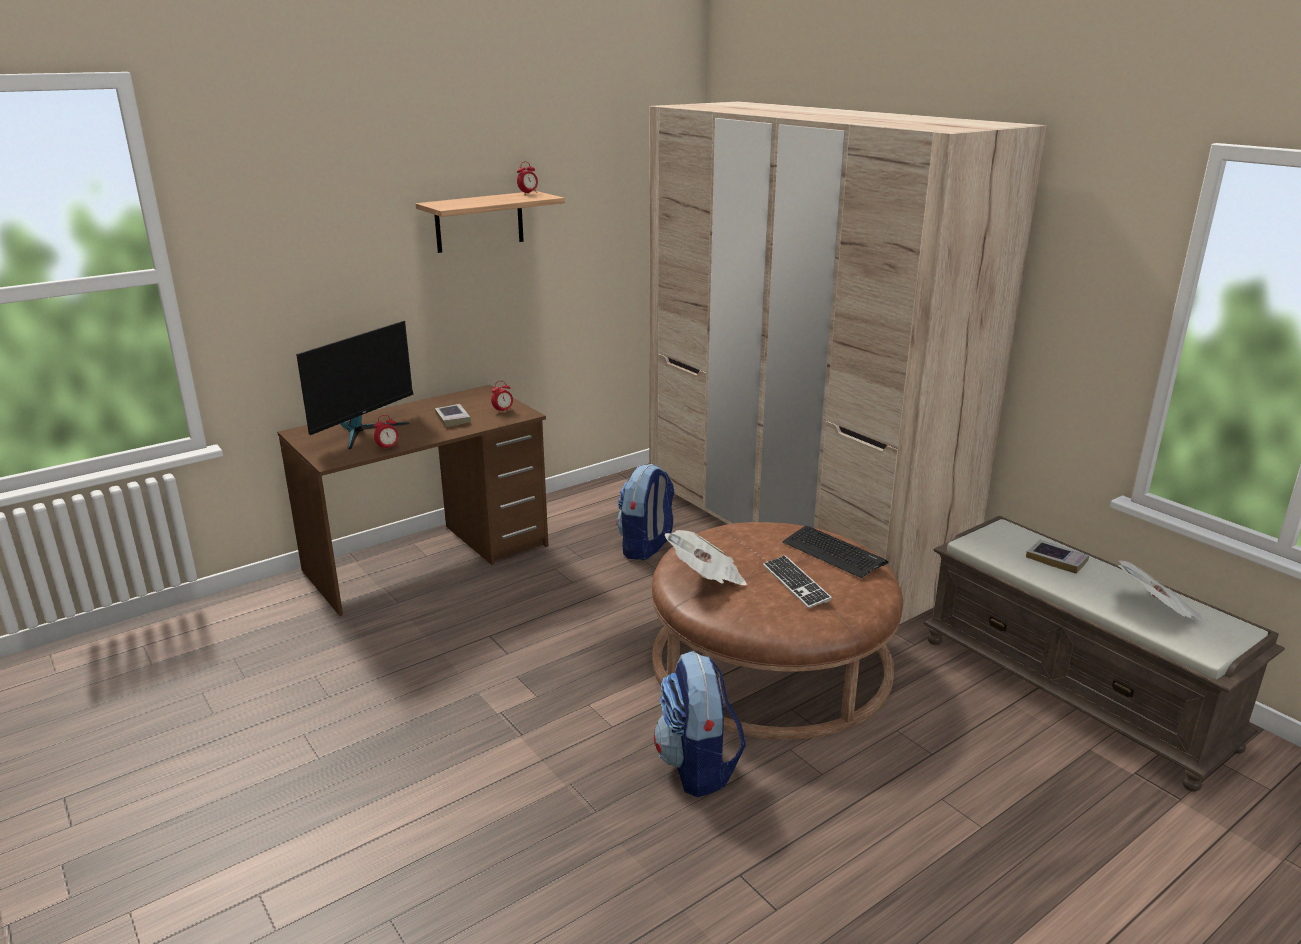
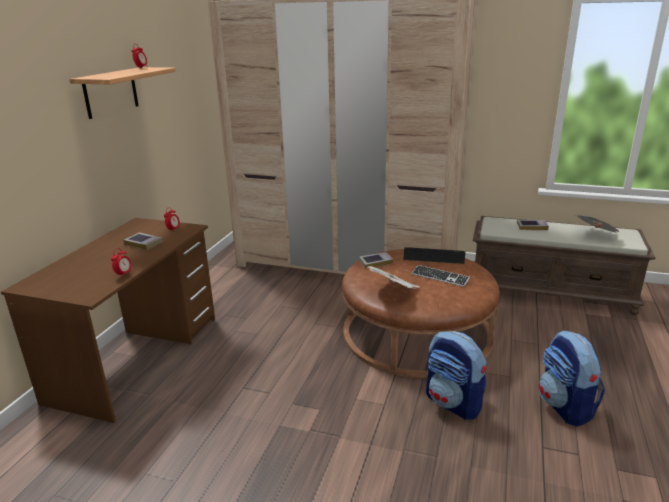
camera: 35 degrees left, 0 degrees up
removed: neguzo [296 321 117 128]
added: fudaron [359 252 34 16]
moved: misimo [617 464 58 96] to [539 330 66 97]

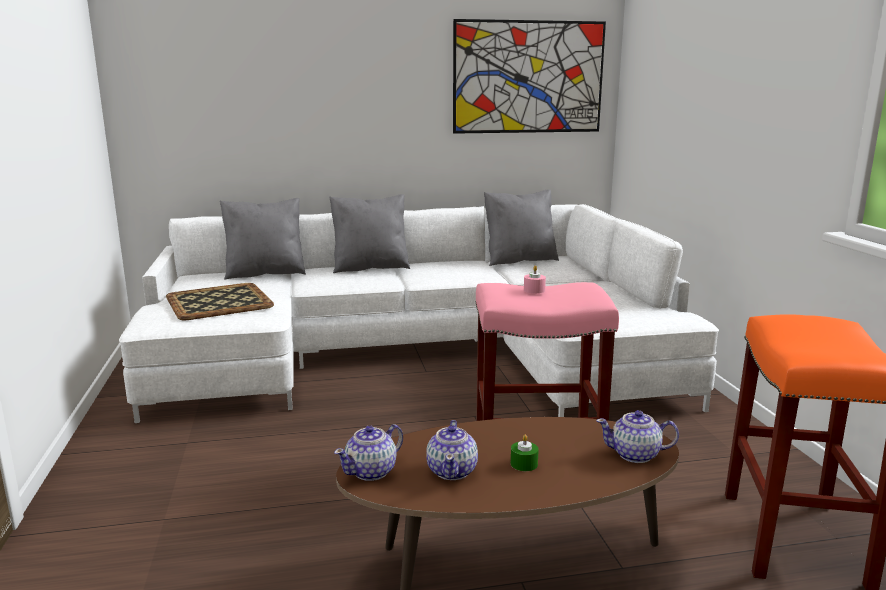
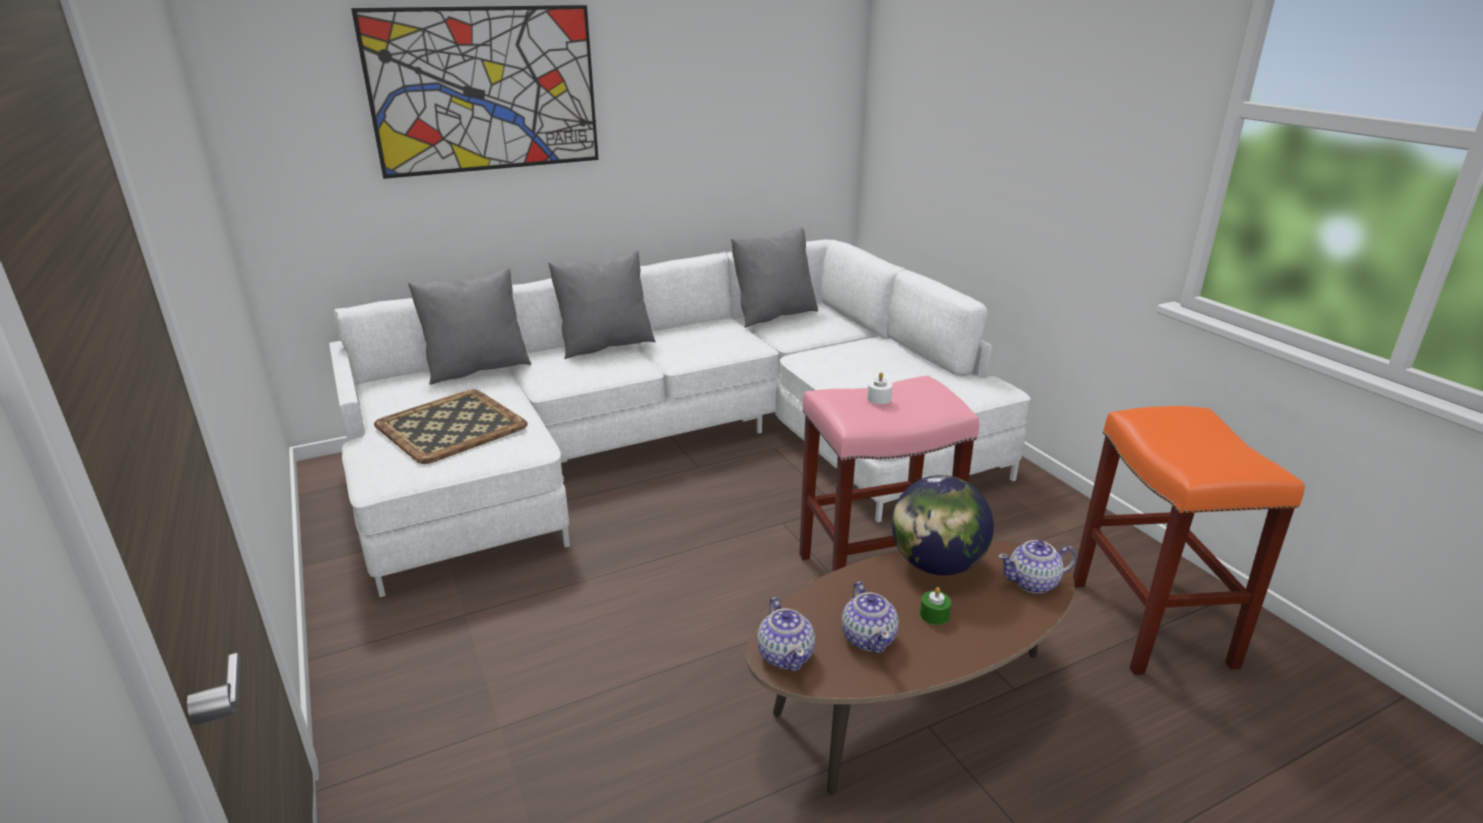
camera: 15 degrees left, 10 degrees up
added: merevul [892 475 102 100]
moved: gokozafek [453 19 153 115] to [351 5 248 174]
recoloured: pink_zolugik [524 265 22 29] to white_zolugik [867 372 26 32]
turned: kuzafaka [334 424 69 57] = [757 597 58 74] 45 degrees counterclockwise

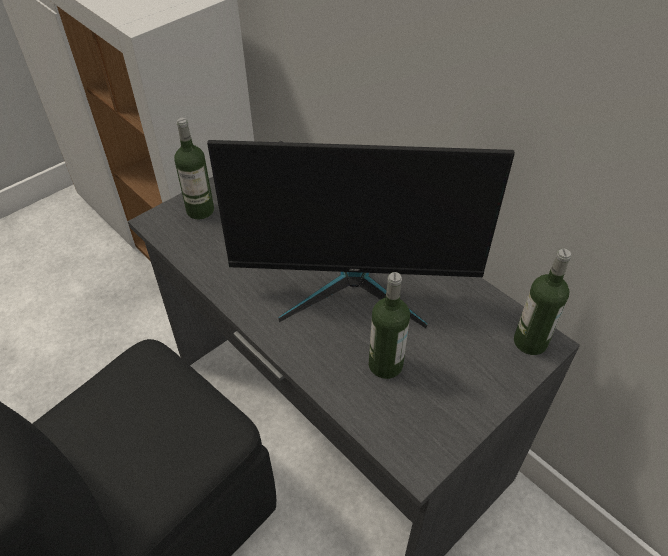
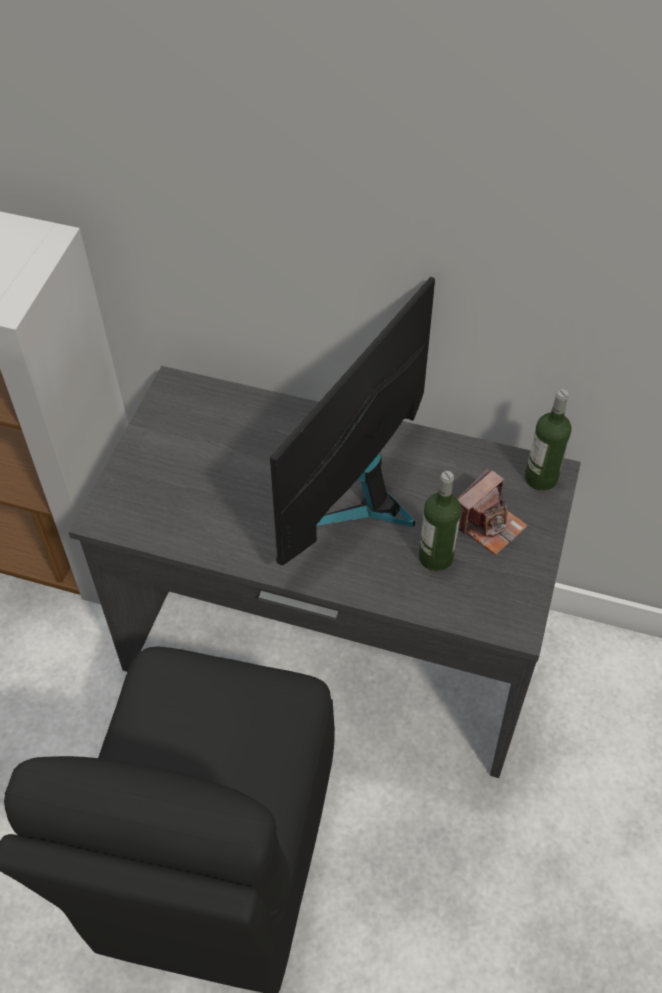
camera: 30 degrees left, 5 degrees up
removed: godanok [174 118 40 102]
added: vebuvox [457 468 71 87]
turned: neguzo [207 140 308 188] = [270 277 165 288] 150 degrees clockwise

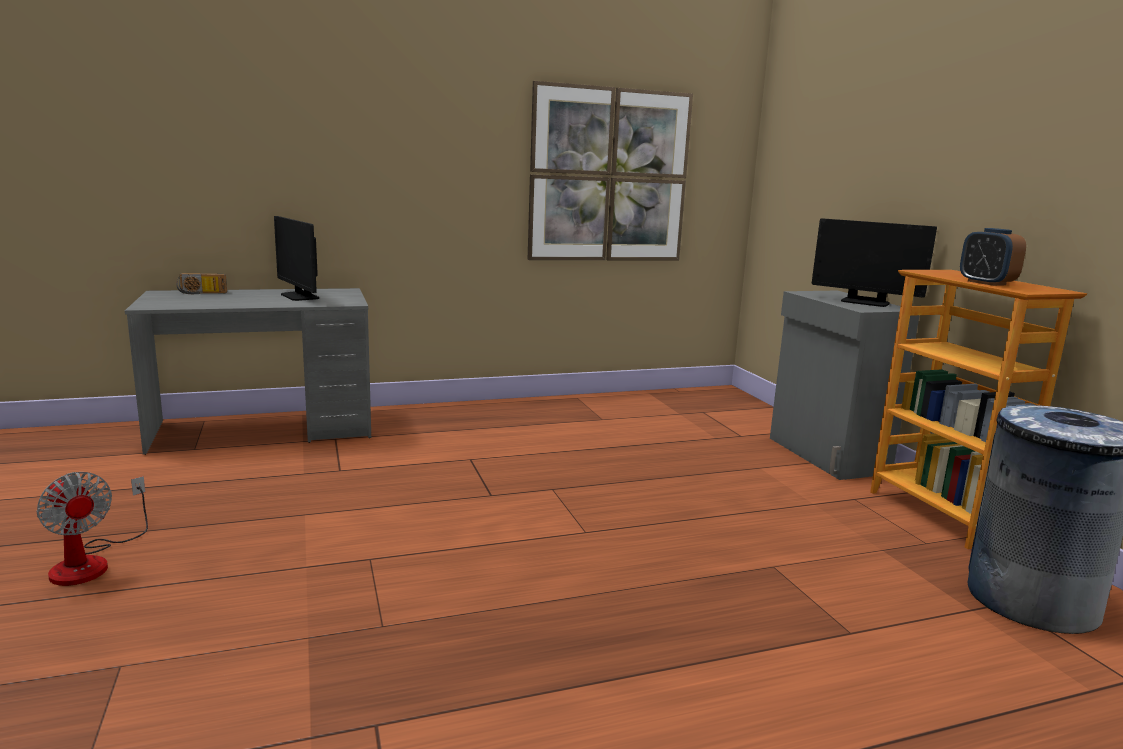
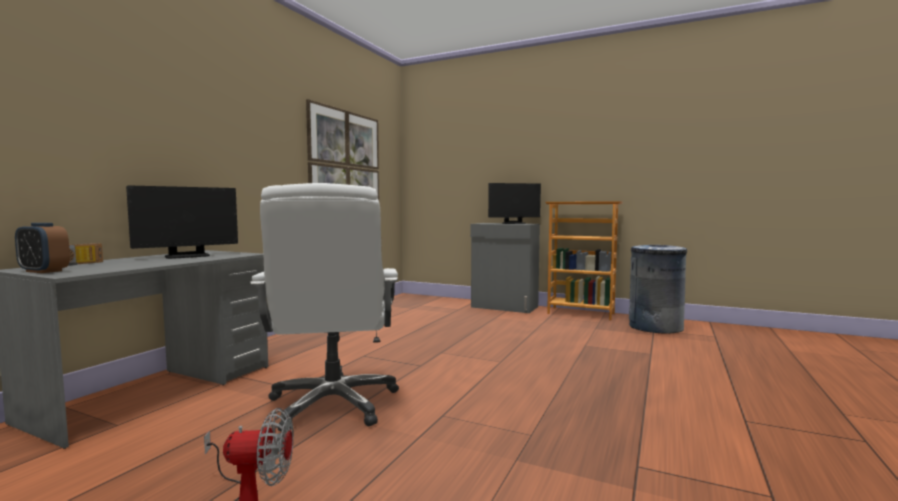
camera: 45 degrees left, 10 degrees down
added: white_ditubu [250 183 149 248]
moved: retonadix [960 228 66 58] to [15 223 55 50]
turned: neguzo [274 216 45 85] = [126 185 112 74] 45 degrees counterclockwise

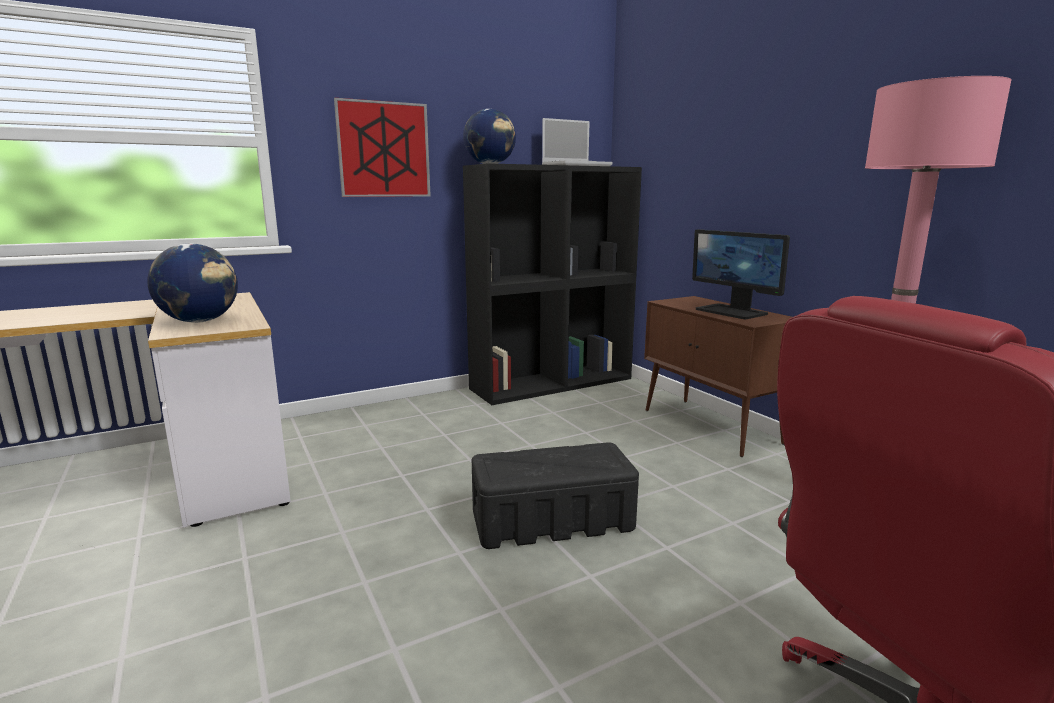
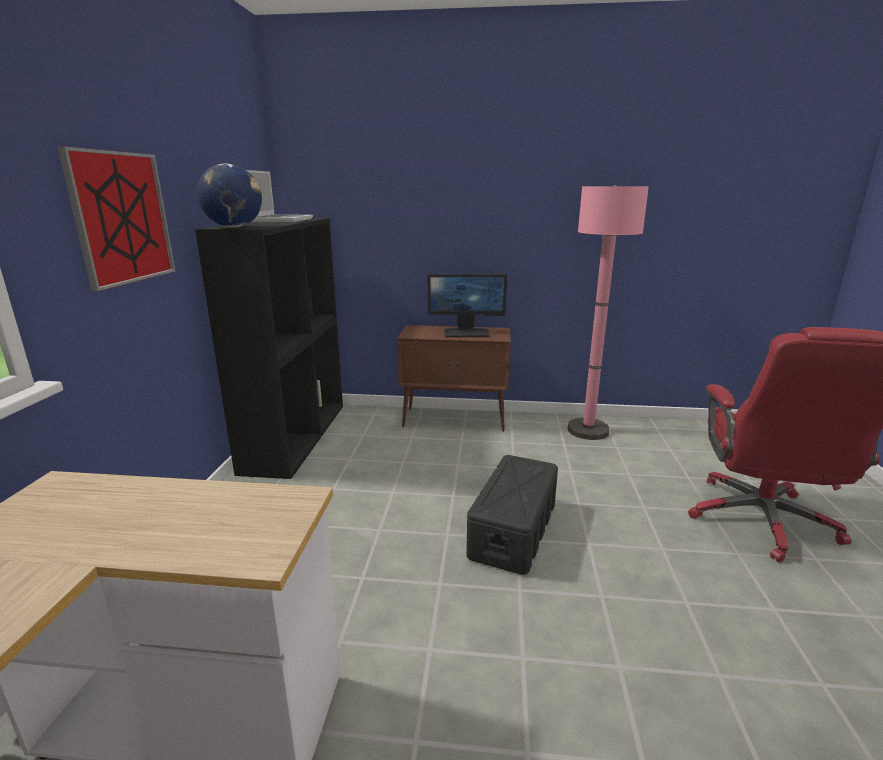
camera: 55 degrees left, 5 degrees up
removed: merevul [147 243 91 80]

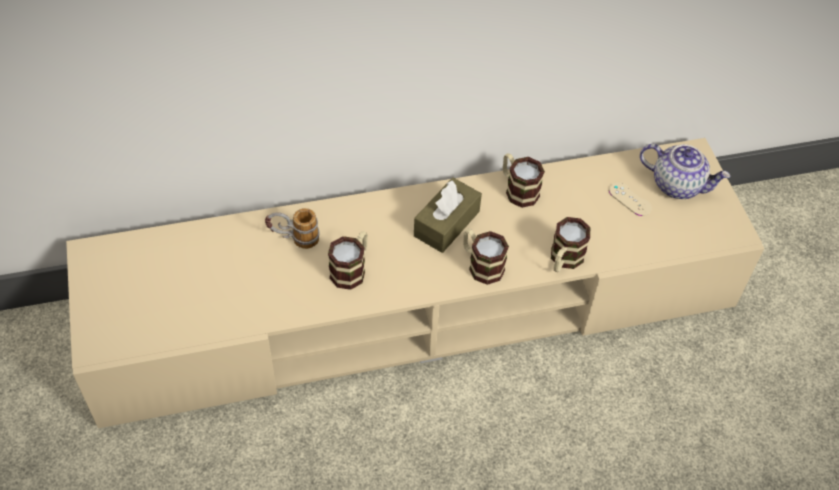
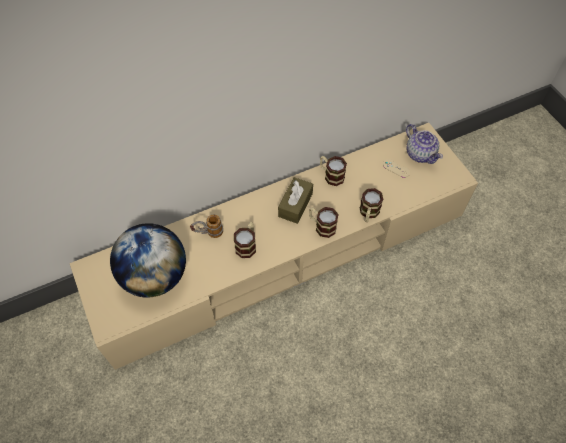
camera: 10 degrees left, 5 degrees up
added: merevul [110 223 76 75]
turned: kuzafaka [640 144 90 55] = [406 124 37 40] 45 degrees clockwise

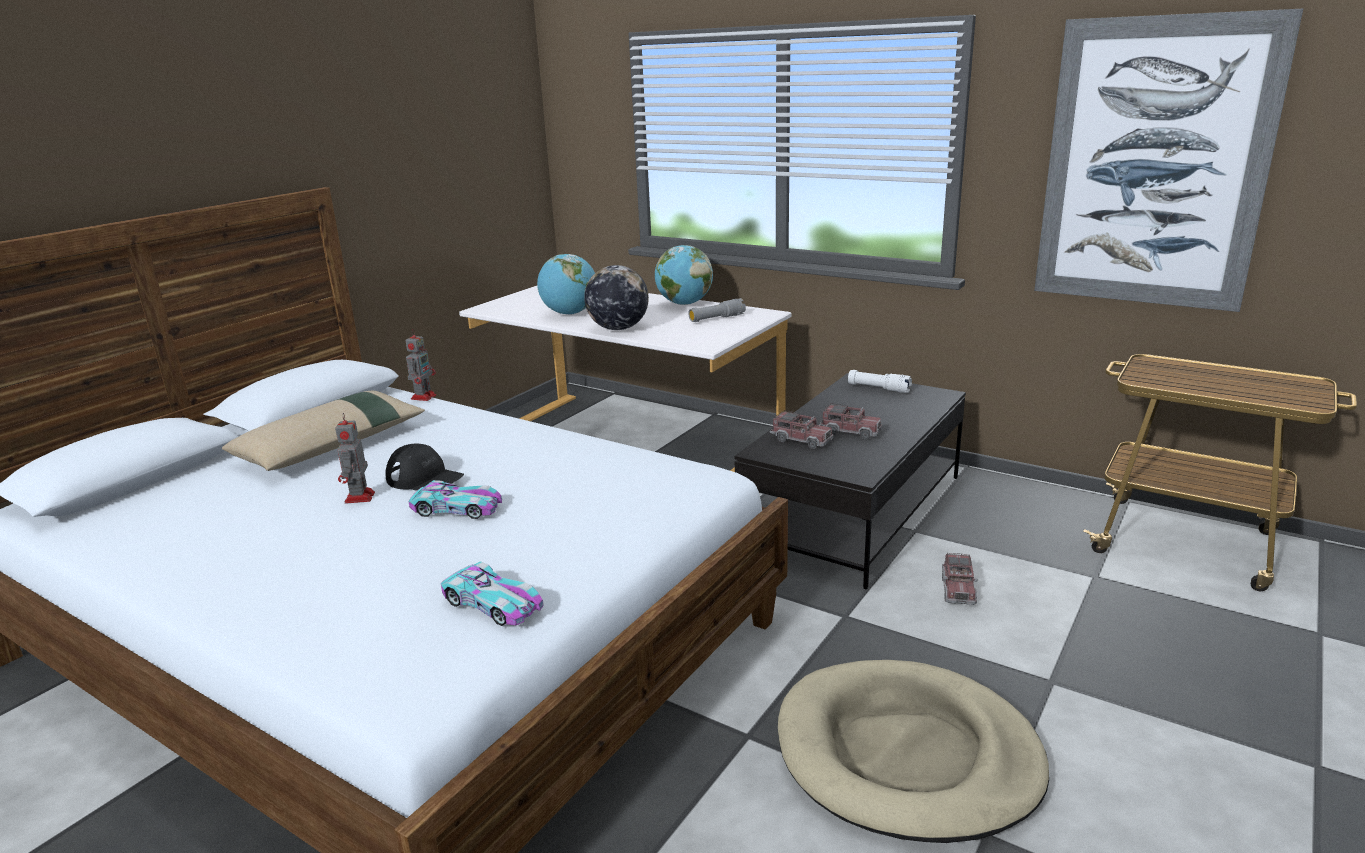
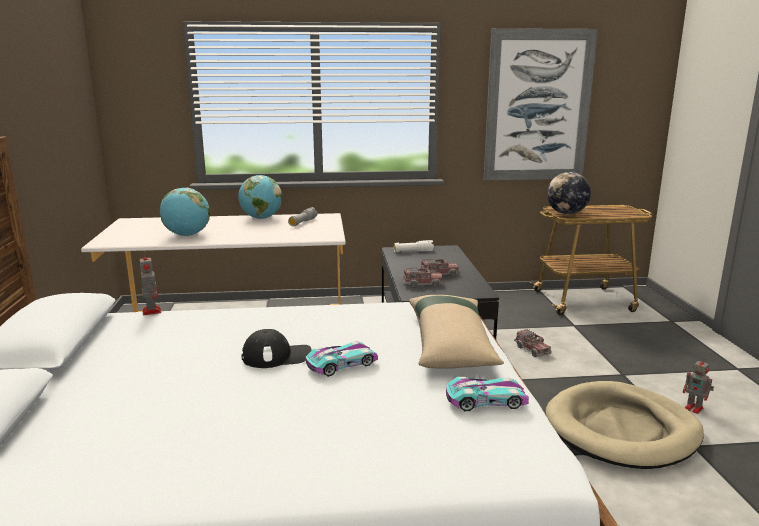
camera: 40 degrees left, 5 degrees down
moved: merevul [584 265 65 65] to [547 172 44 42]; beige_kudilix [222 390 203 81] to [409 295 95 74]; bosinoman [335 413 40 91] to [683 357 31 57]

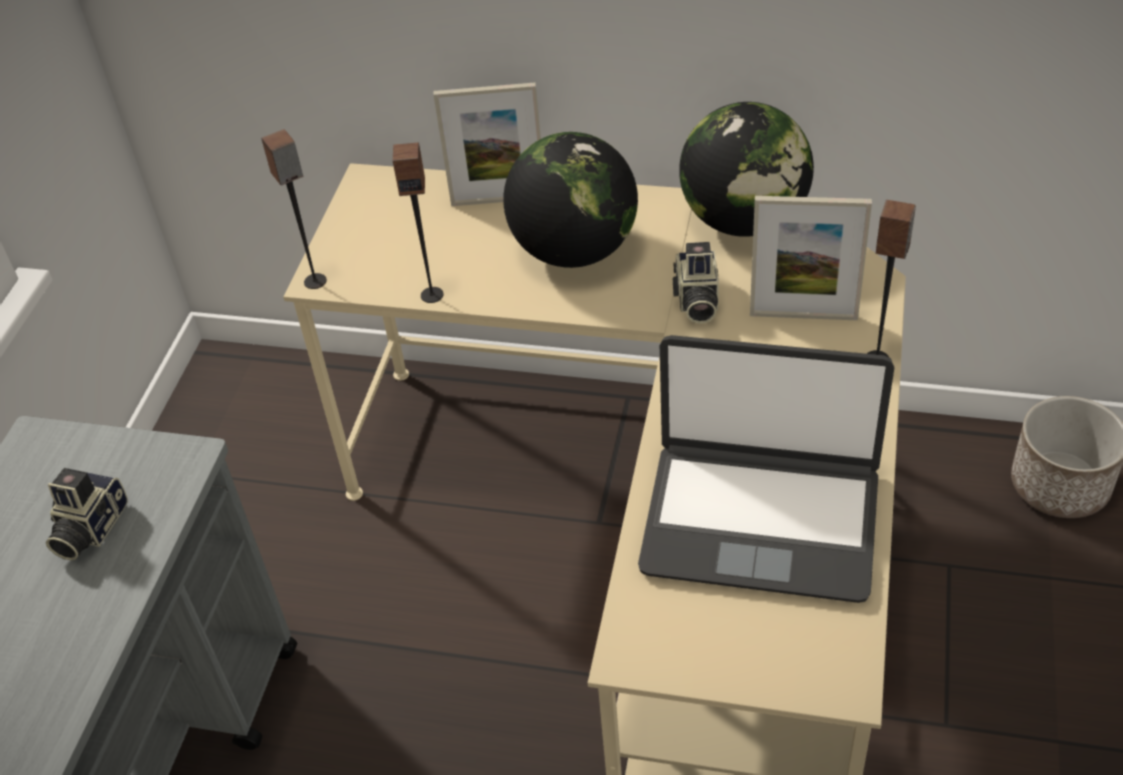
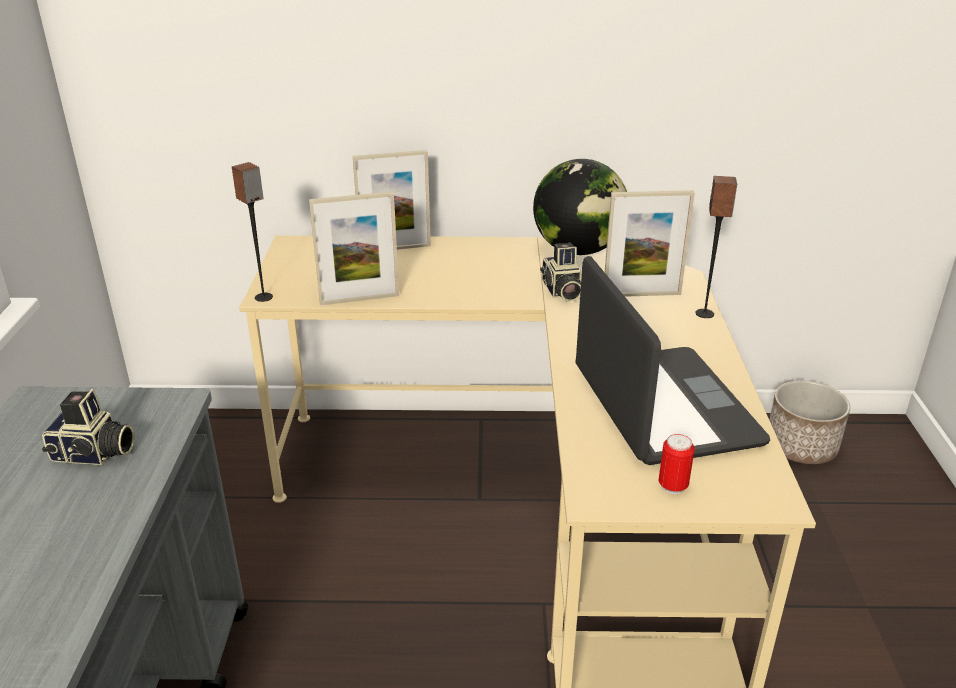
camera: 15 degrees left, 15 degrees down
removed: merevul [503 132 135 136]
added: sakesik [658 434 37 60]
replaced: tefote [393 142 51 161] to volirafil [309 191 90 114]
turned: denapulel [638 335 257 268] = [575 256 195 209] 105 degrees counterclockwise; vebuvox [46 468 82 92] = [42 389 93 76] 90 degrees counterclockwise

